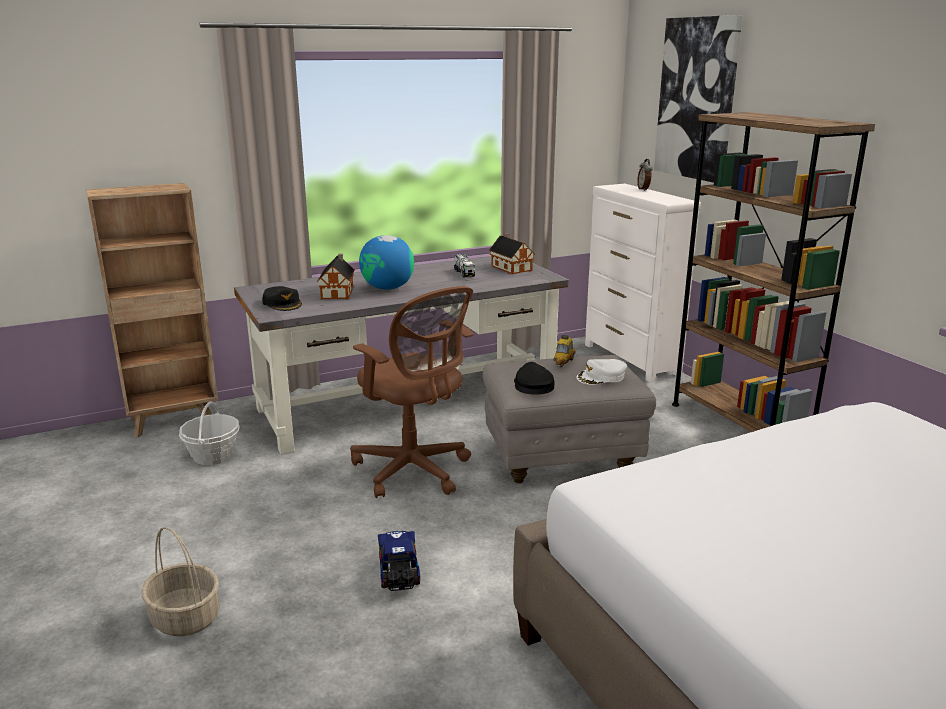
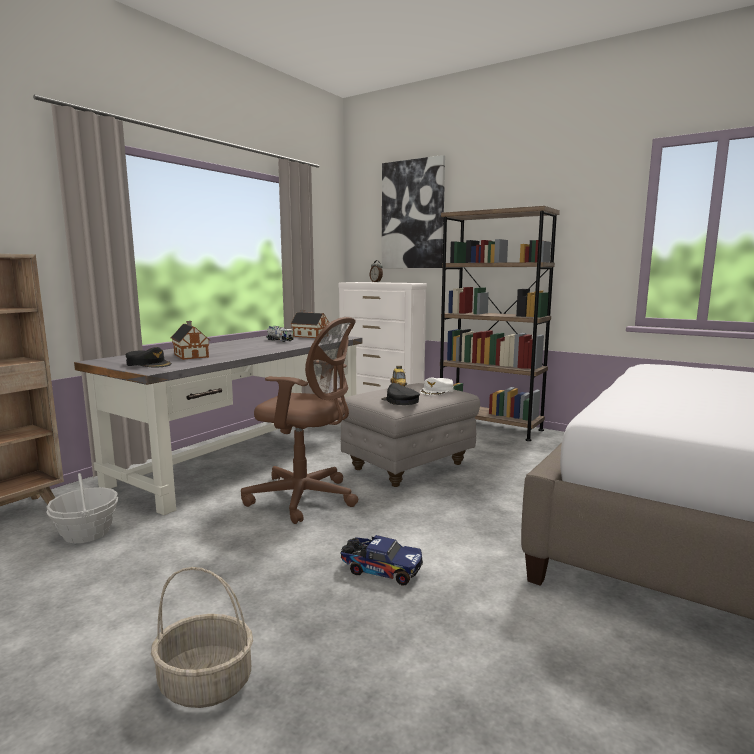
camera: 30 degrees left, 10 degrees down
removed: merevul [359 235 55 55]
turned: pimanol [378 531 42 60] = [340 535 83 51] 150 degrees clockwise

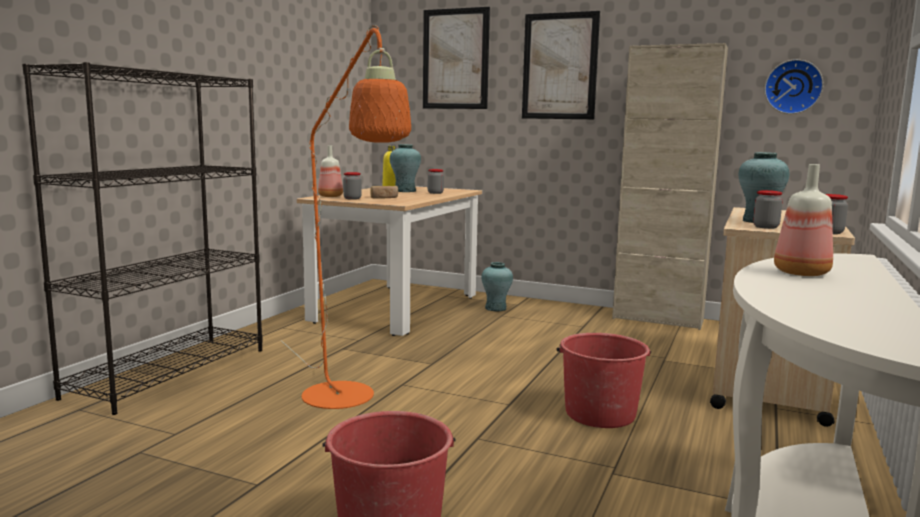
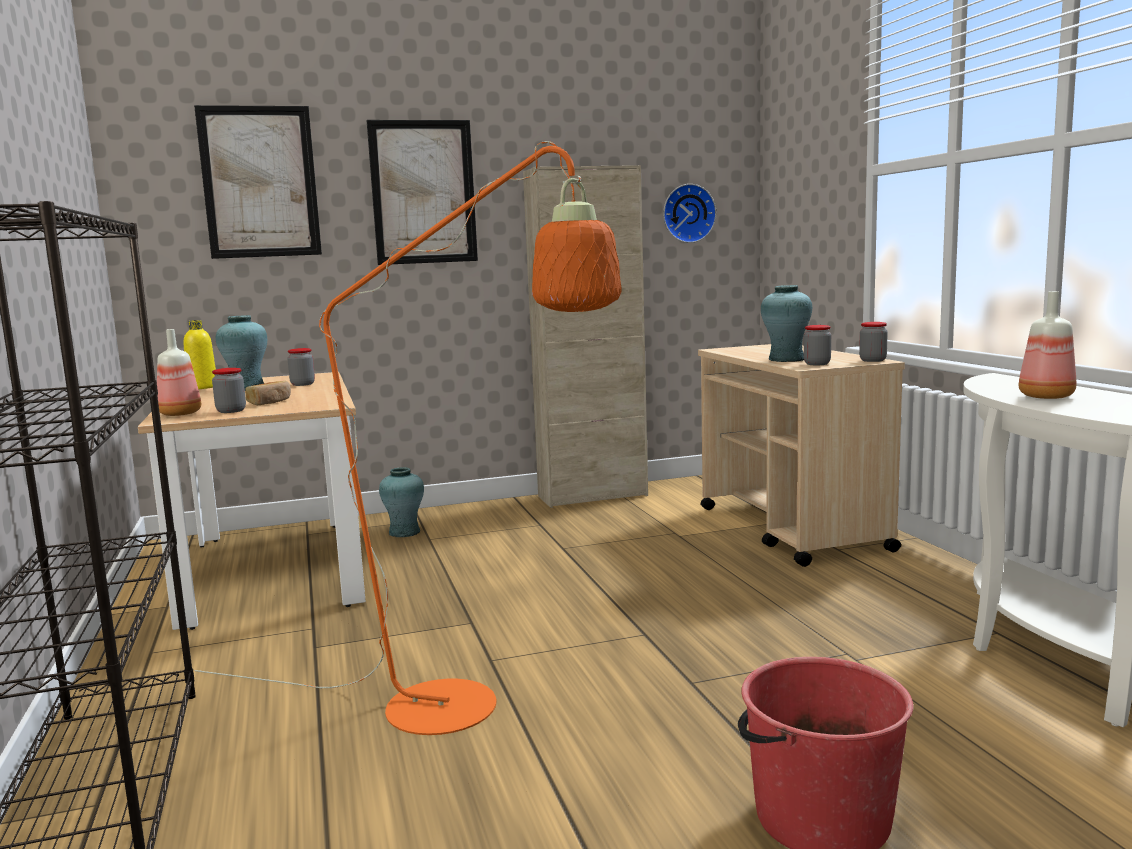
camera: 40 degrees left, 0 degrees up
removed: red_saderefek [556 333 95 95]

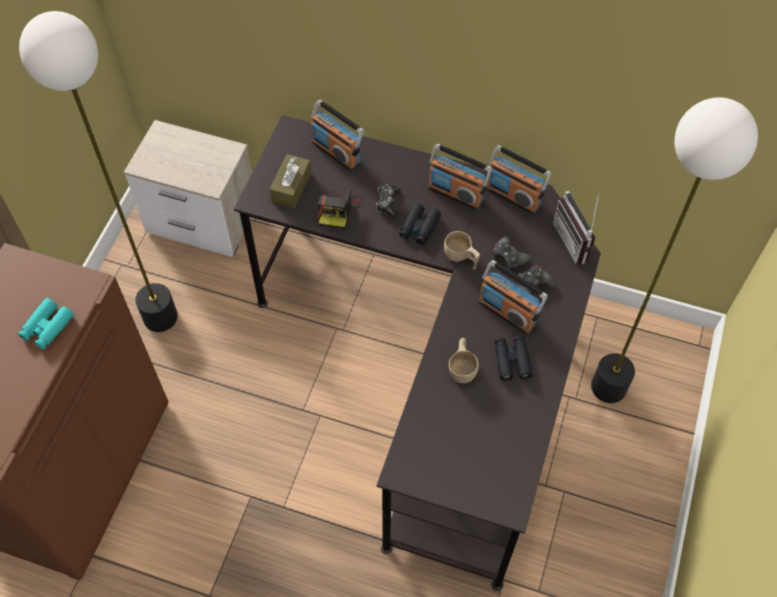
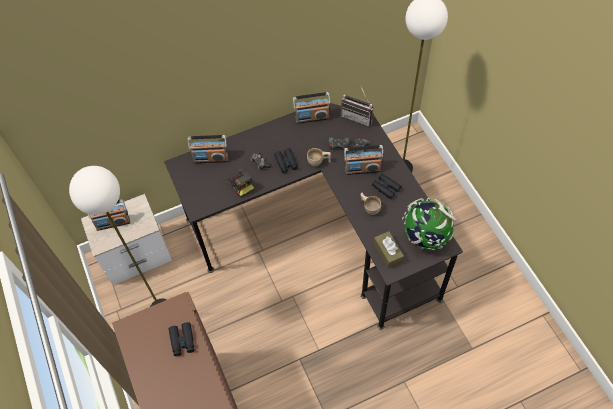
camera: 40 degrees left, 0 degrees up
added: merevul [402 198 54 52]
moved: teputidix [428 144 64 66] to [88 199 42 32]; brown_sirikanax [269 154 42 54] to [374 231 30 38]
recoloured: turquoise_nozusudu [18 298 56 52] to black_nozusudu [168 322 27 34]

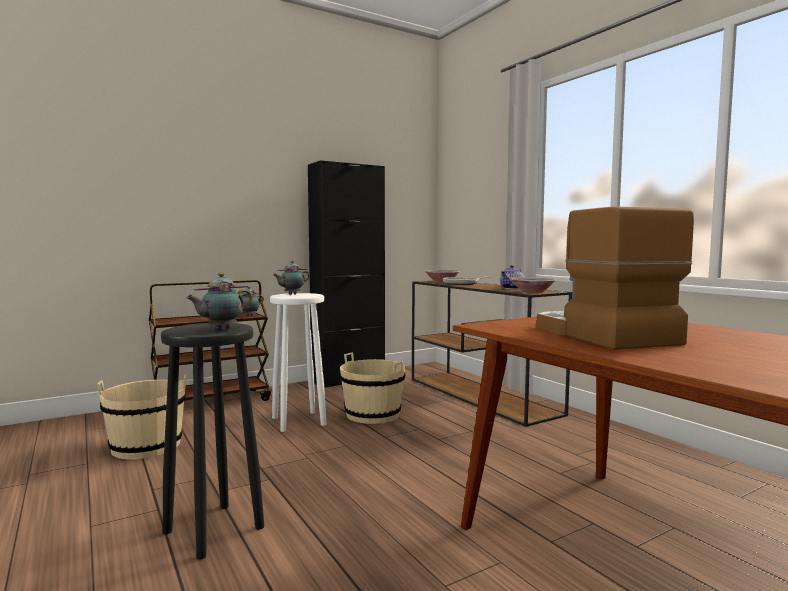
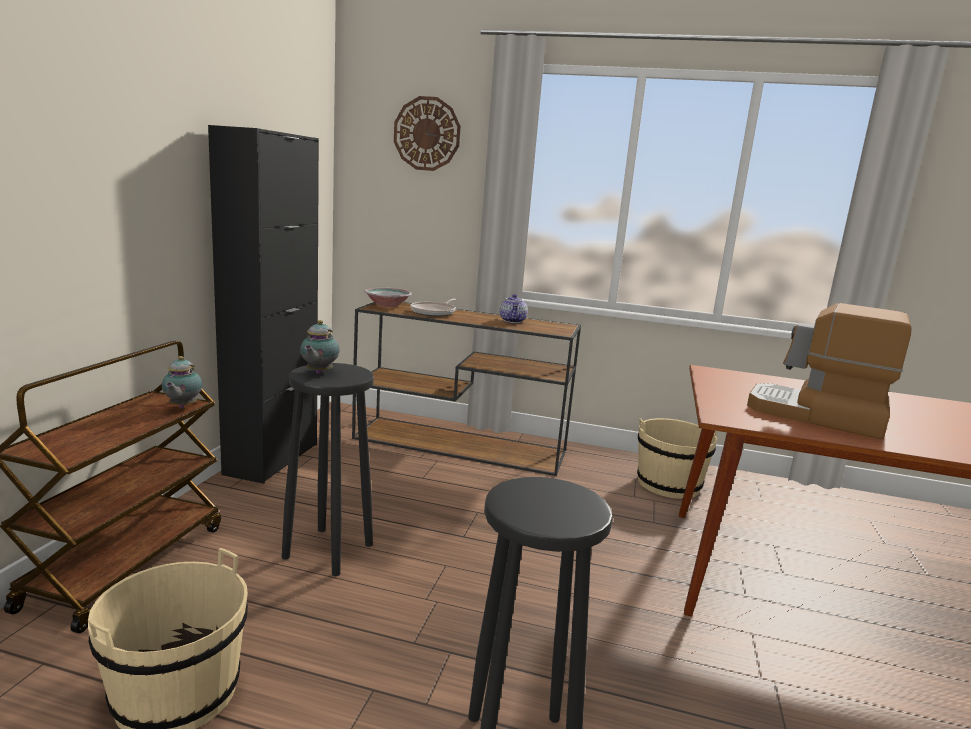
camera: 45 degrees left, 10 degrees up
removed: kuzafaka [186 273 66 57]; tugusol [510 277 46 16]
added: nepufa [394 96 67 75]
moved: beige_saderefek [340 352 65 72] to [637 418 81 81]
recoloured: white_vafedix [270 293 57 139] to black_vafedix [282 363 92 213]

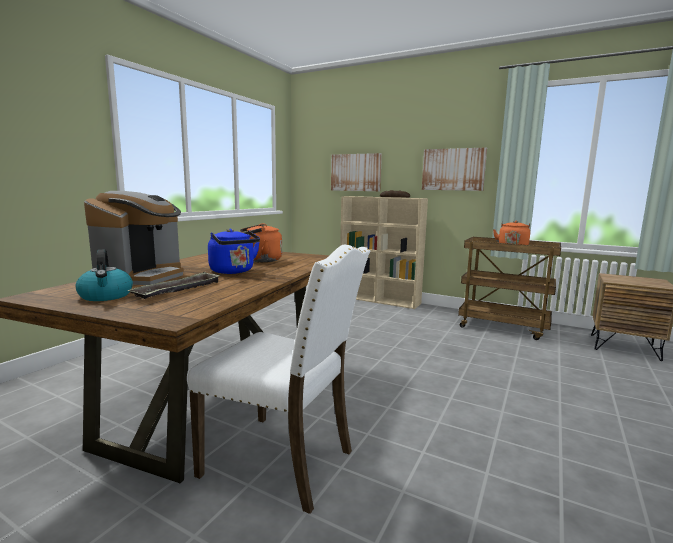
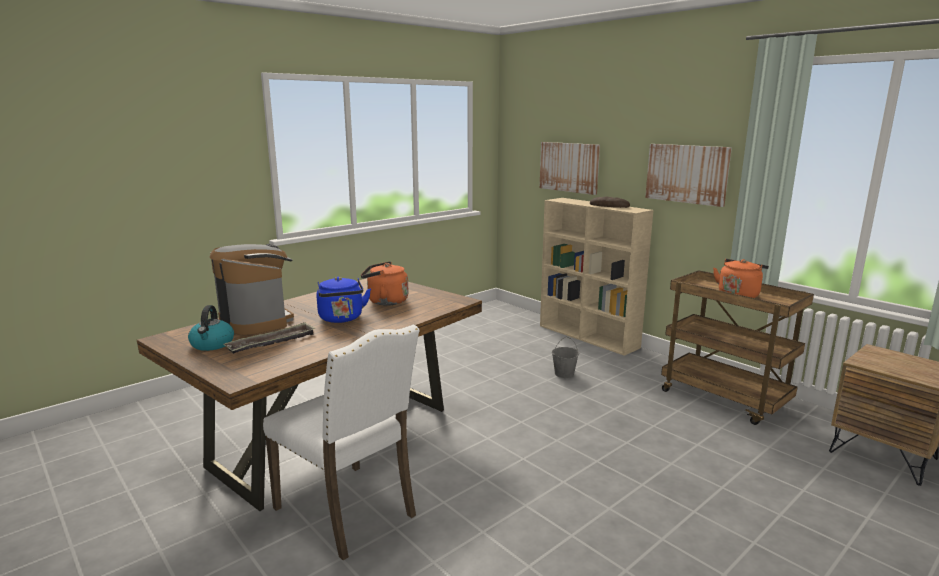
camera: 20 degrees right, 5 degrees up
added: grey_saderefek [552 337 27 41]
turned: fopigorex [84 191 100 94] = [210 244 84 91] 75 degrees counterclockwise

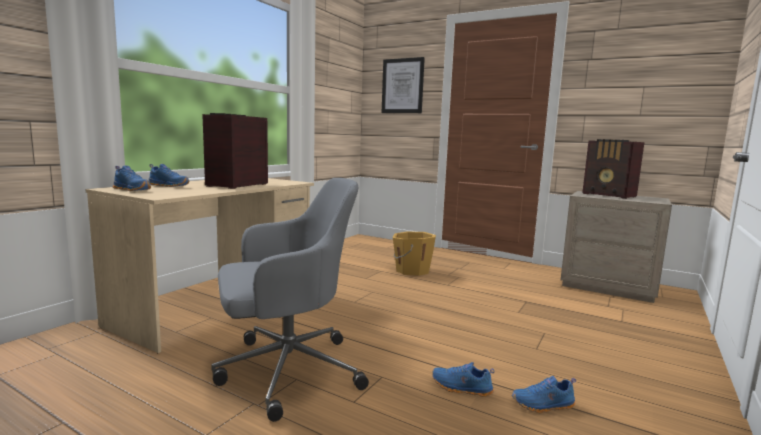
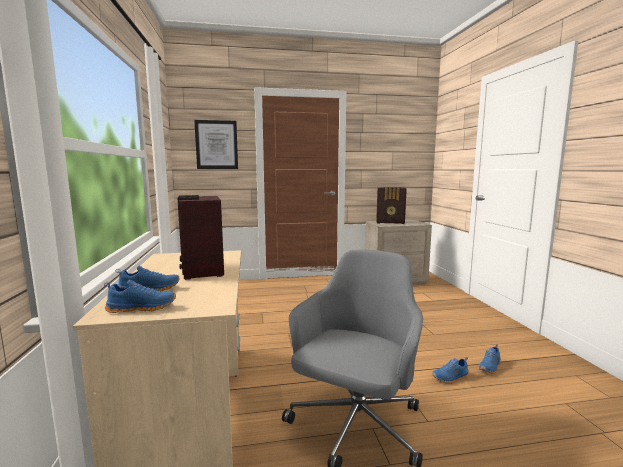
camera: 40 degrees left, 0 degrees up
removed: orange_saderefek [393 231 43 45]

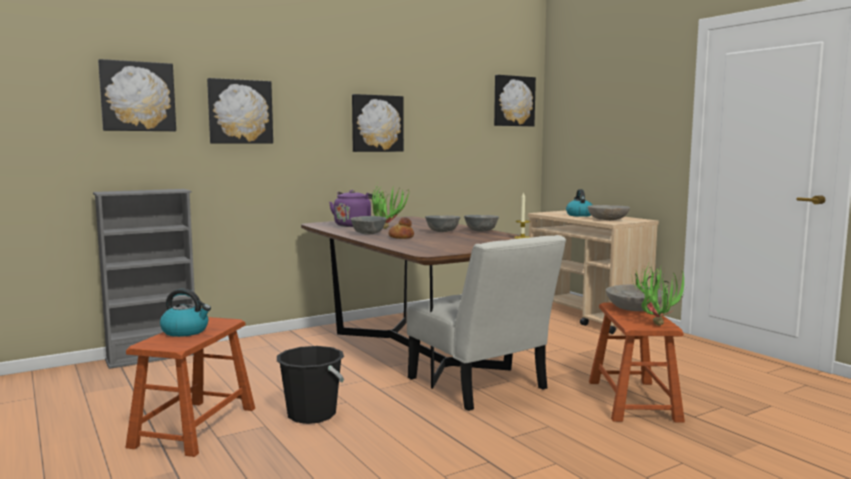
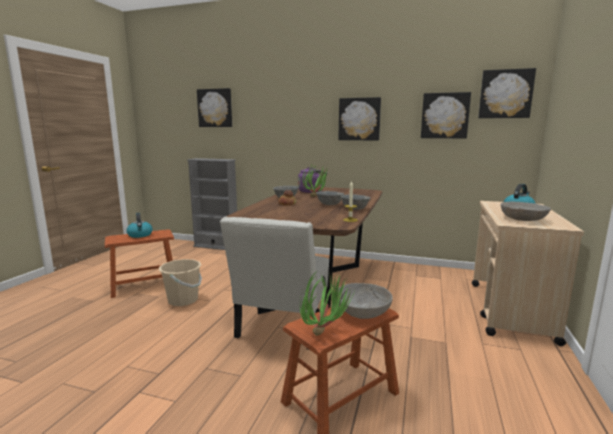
camera: 50 degrees right, 5 degrees up
moved: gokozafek [207 78 66 66] to [421 92 50 47]
recoloured: black_saderefek [277 346 67 78] to beige_saderefek [159 259 43 47]

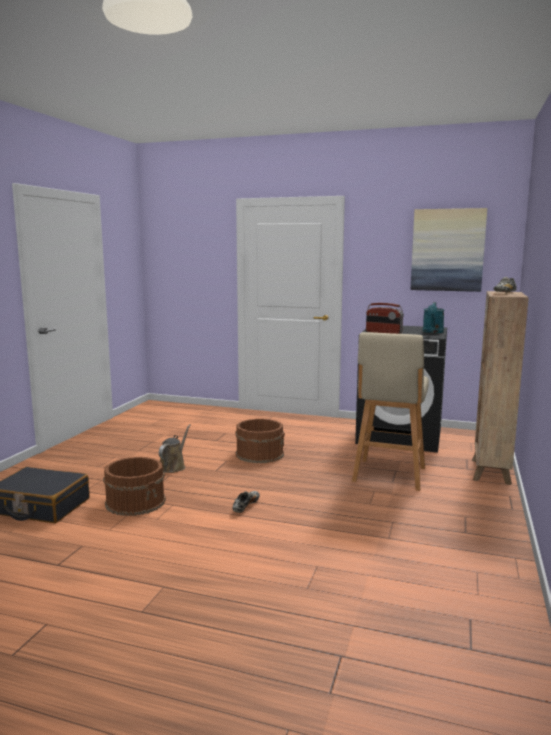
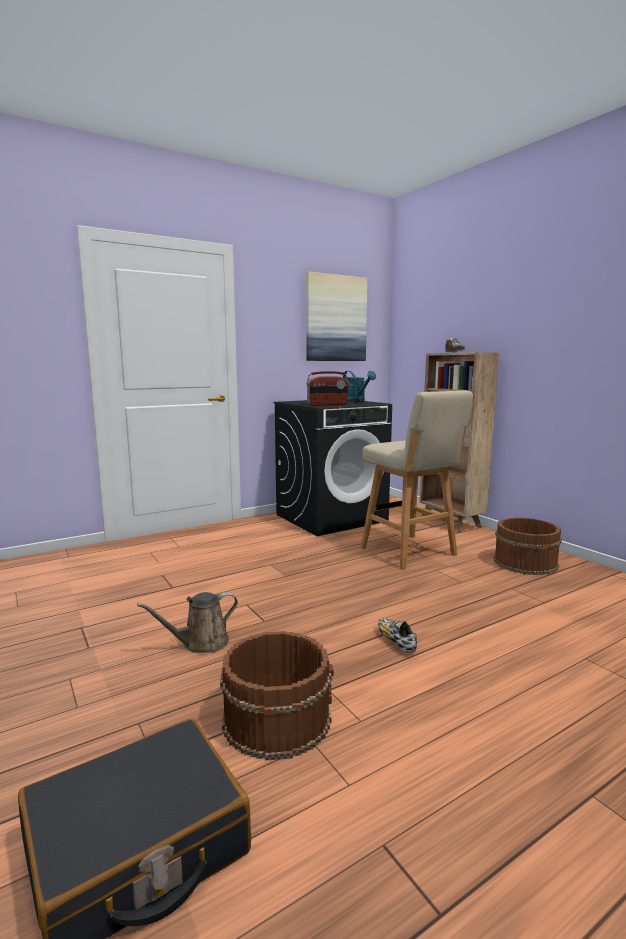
camera: 50 degrees left, 0 degrees up
moved: brown_saderefek [235 419 50 44] to [493 517 69 58]
turned: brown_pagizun [159 424 32 49] = [137 592 101 61] 90 degrees counterclockwise

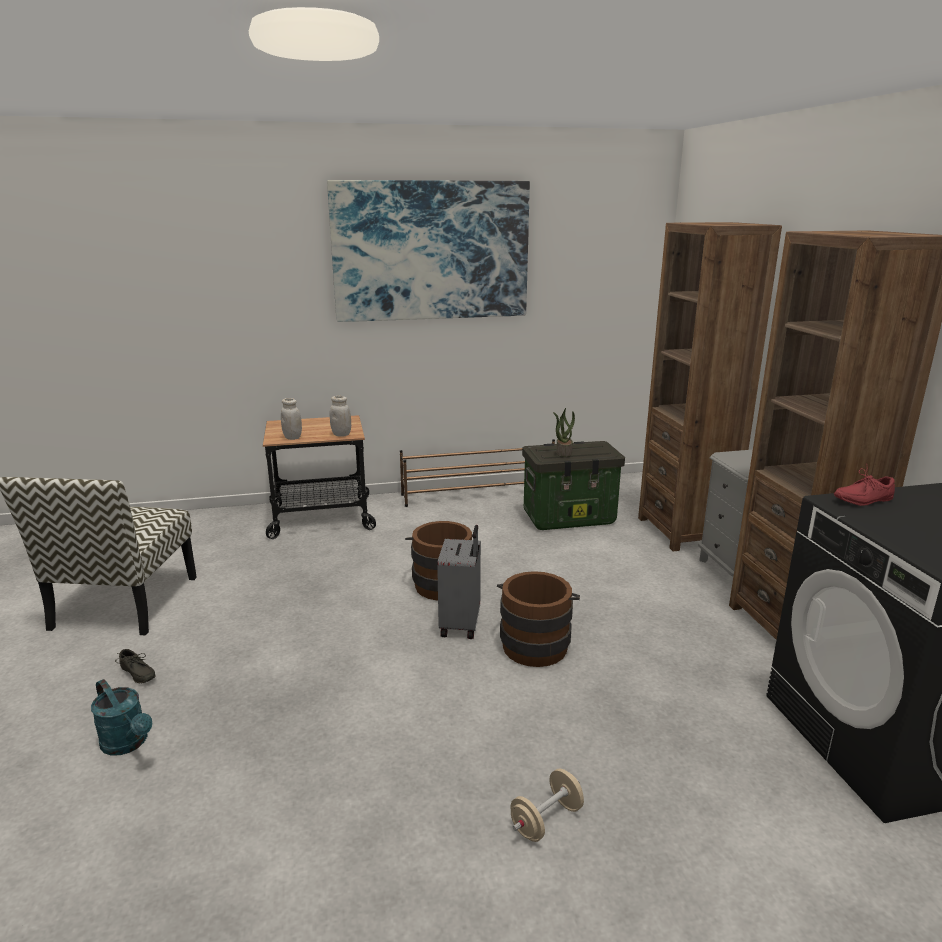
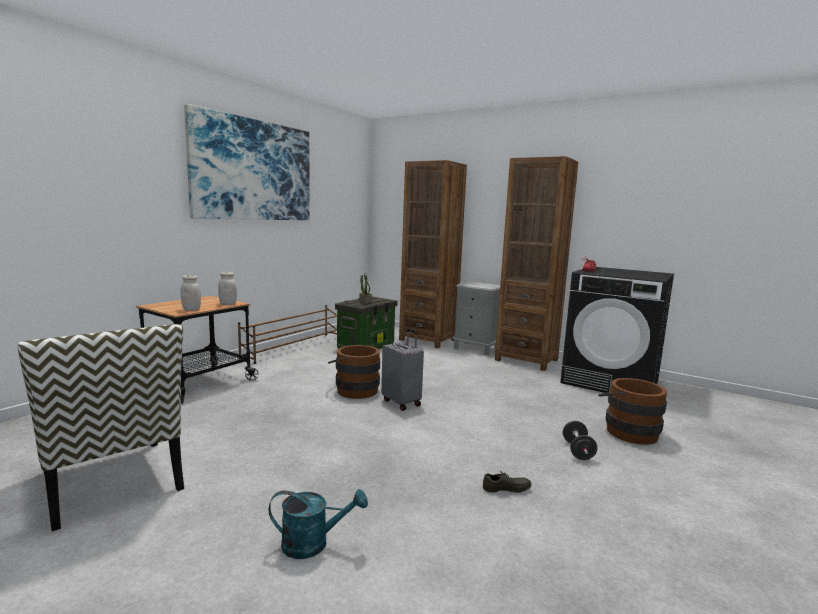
camera: 45 degrees left, 10 degrees down
moved: brown_saderefek [497 571 83 96] to [598 378 69 67]; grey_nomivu [115 649 40 35] to [483 471 48 22]
recoloured: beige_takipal [510 769 74 73] to black_takipal [563 421 34 39]

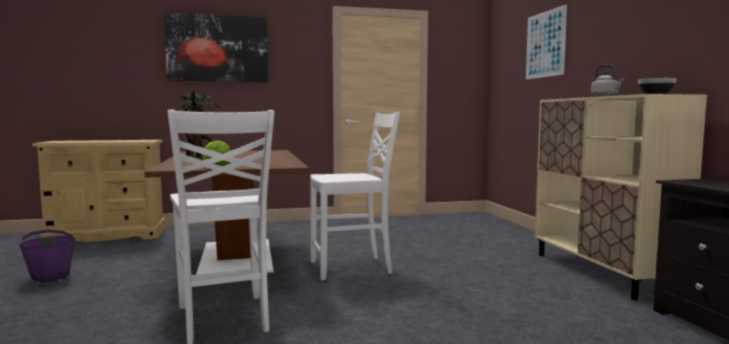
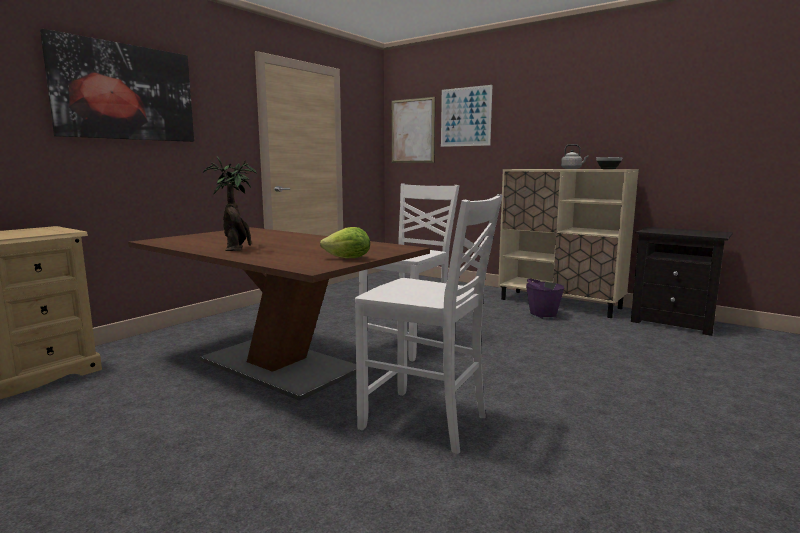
camera: 40 degrees left, 5 degrees up
added: gokozafek [392 97 43 66]
moved: purple_saderefek [20 230 56 54] to [526 279 38 40]

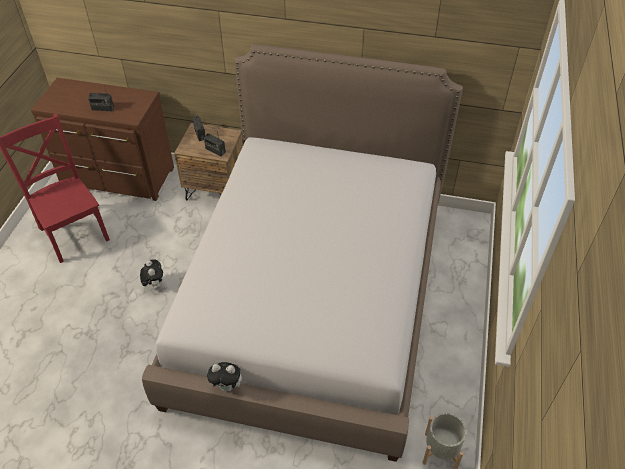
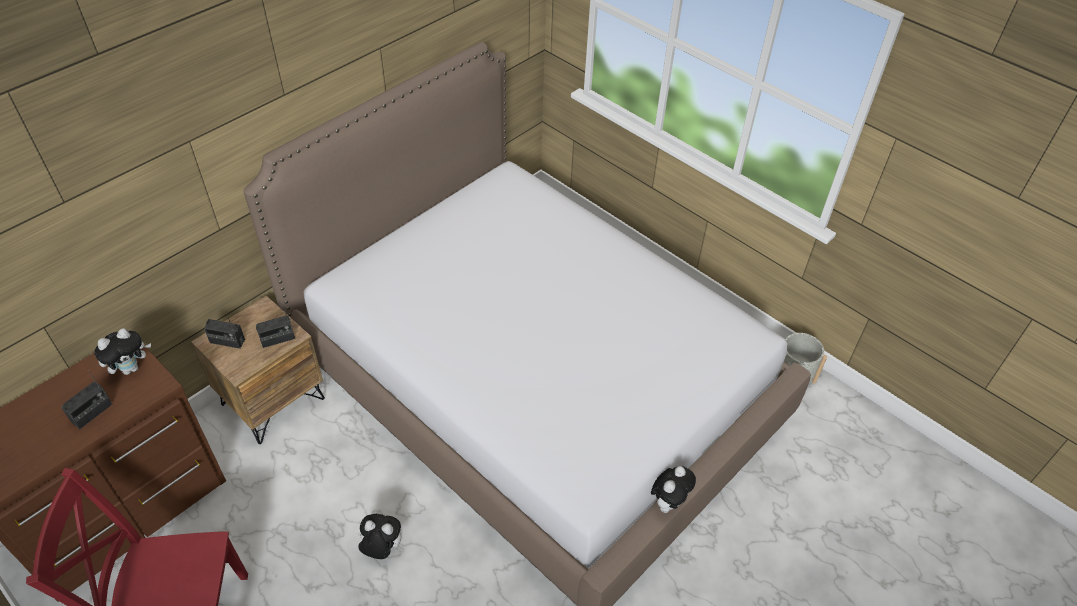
camera: 60 degrees left, 0 degrees up
added: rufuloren [94 328 57 47]

